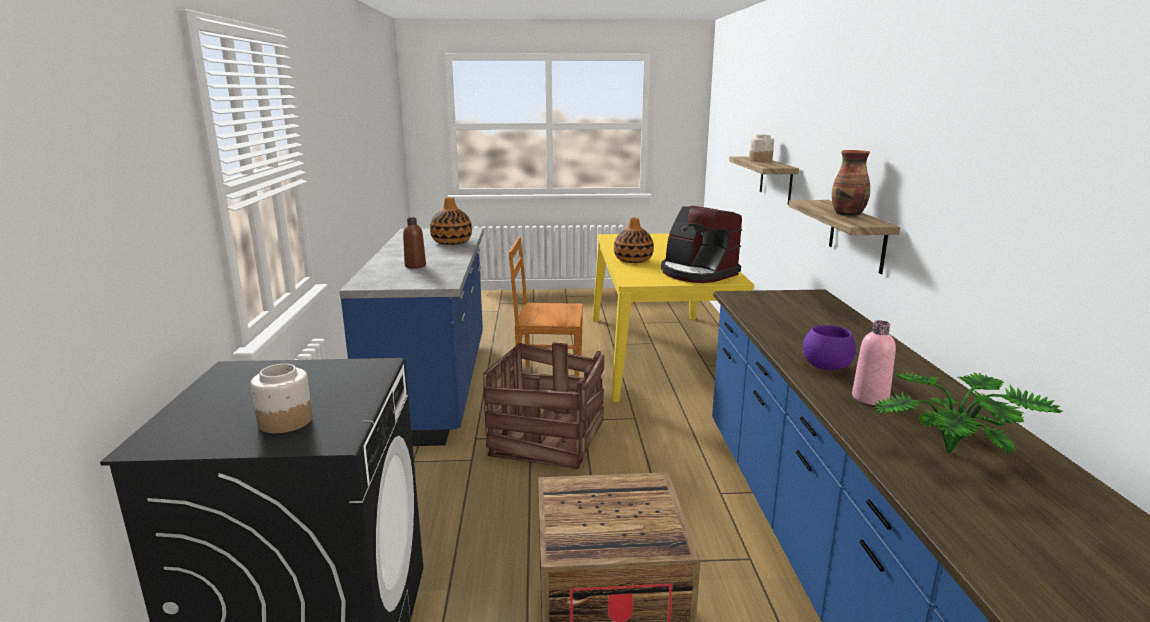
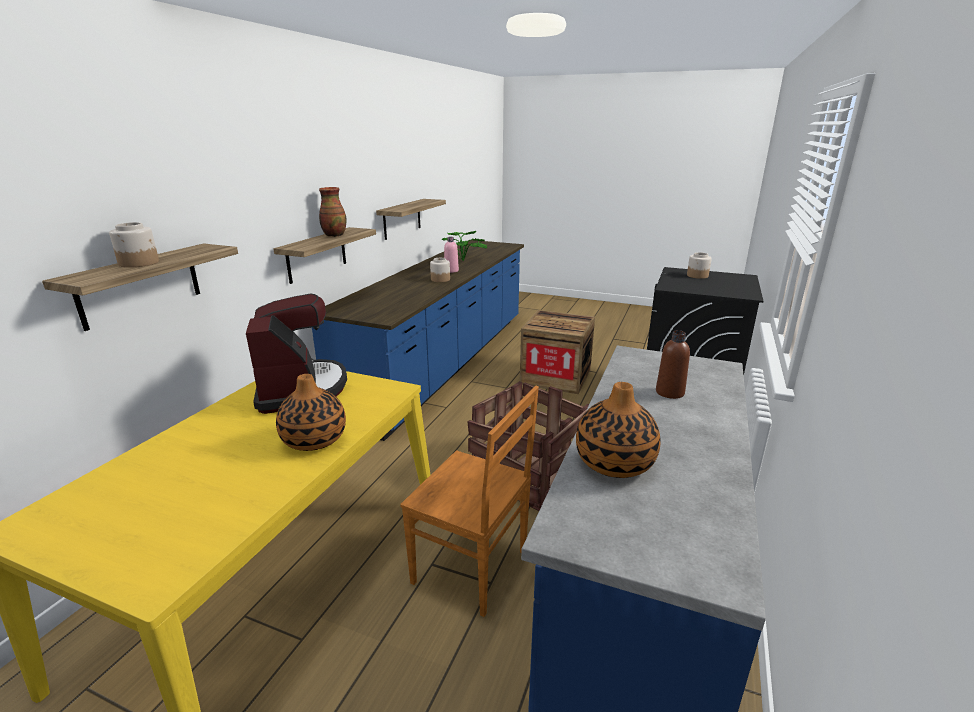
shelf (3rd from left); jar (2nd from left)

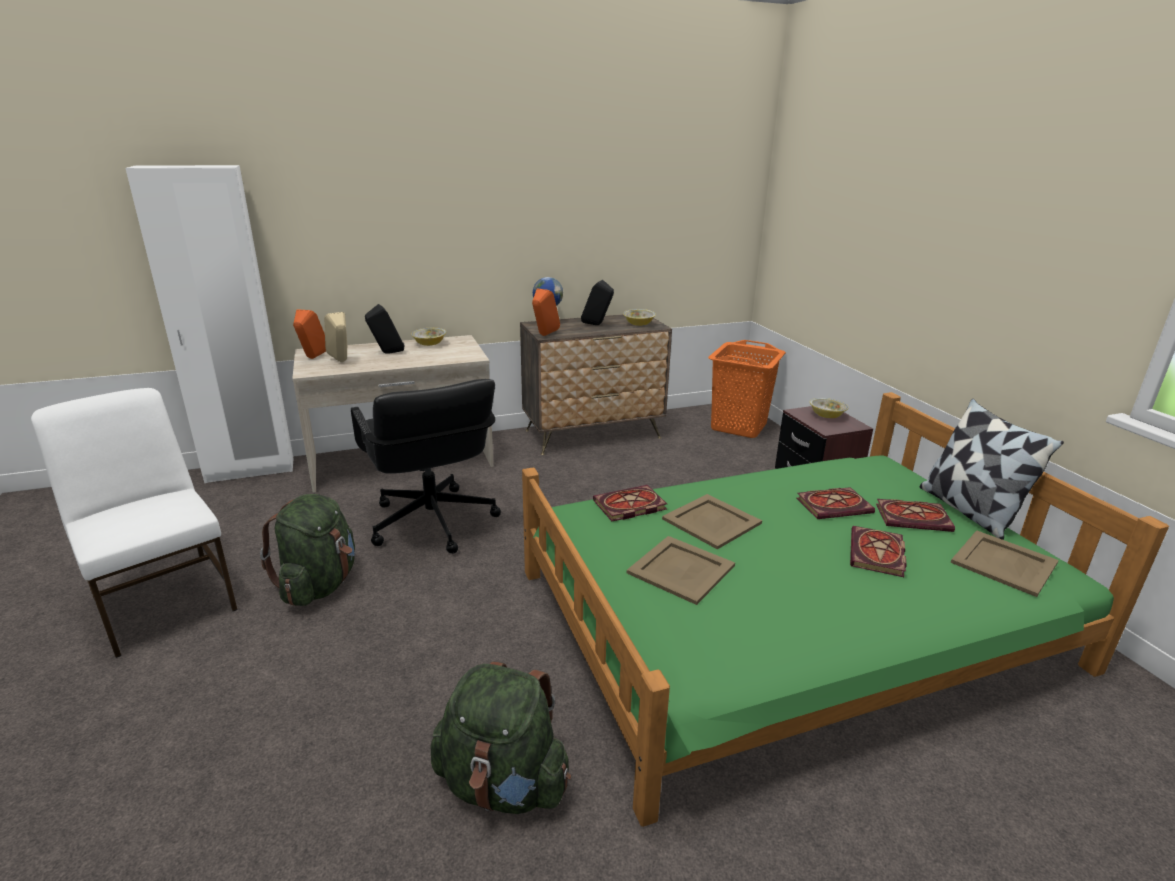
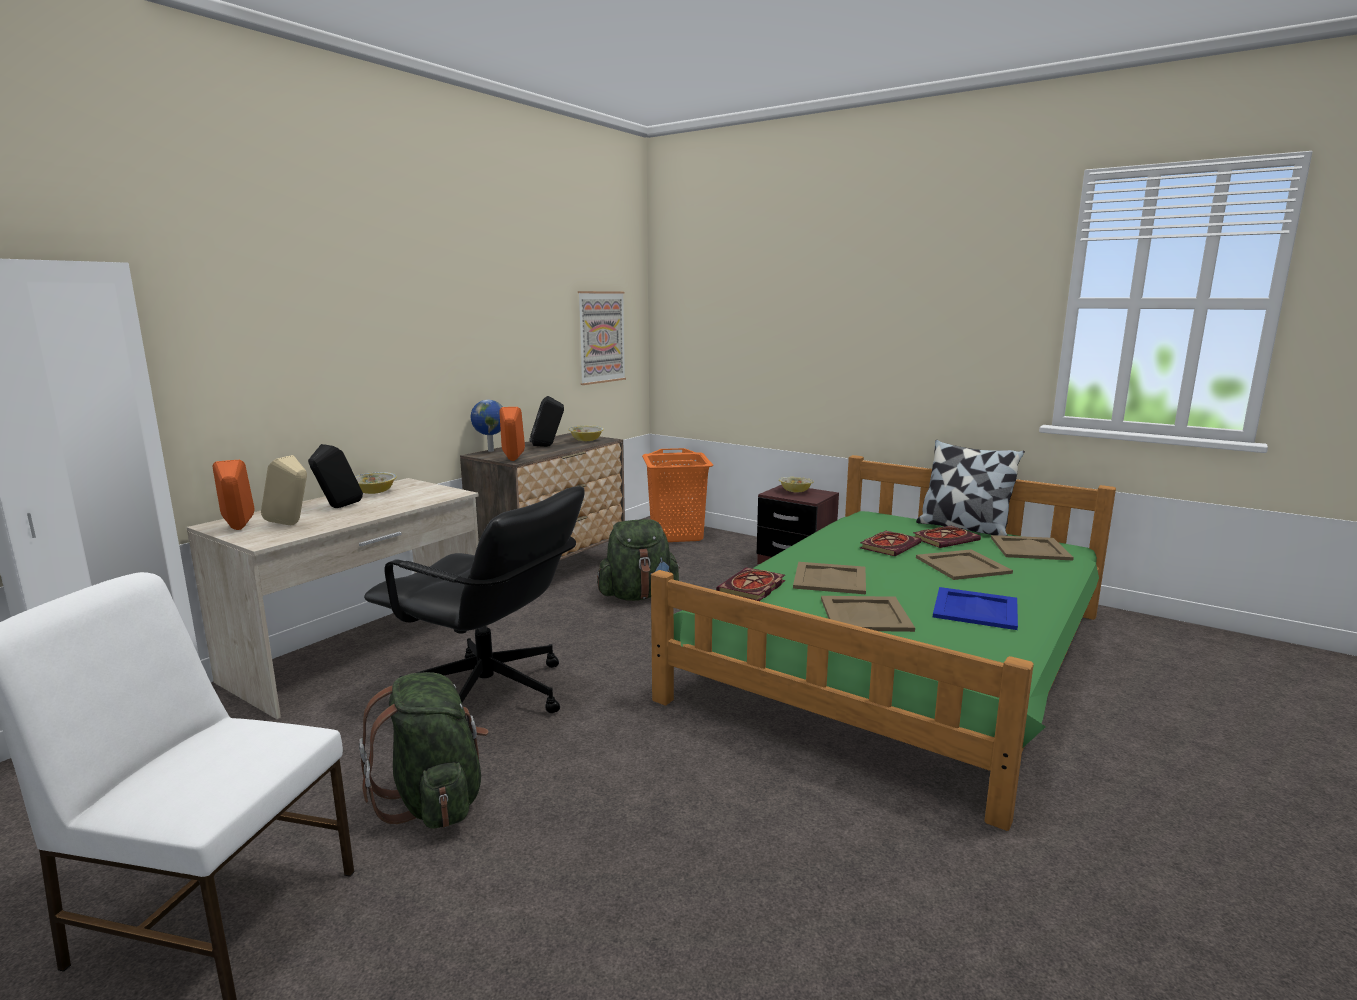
picture; blue tray; green backpack (2nd from left); beige tray (3rd from left)

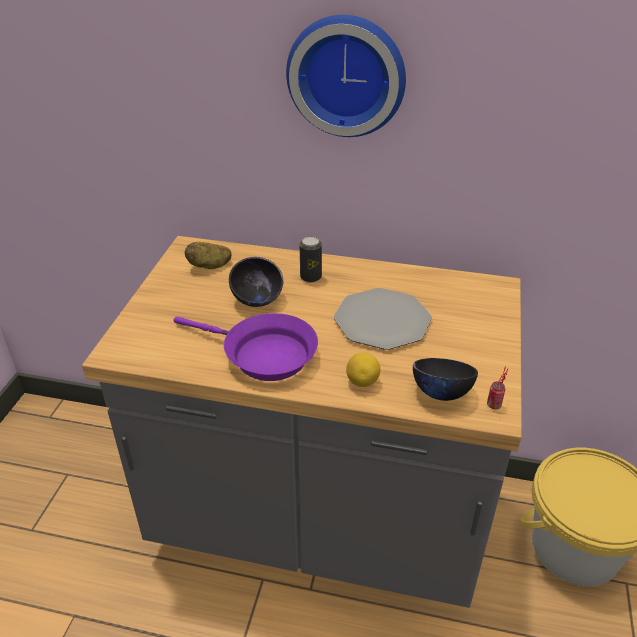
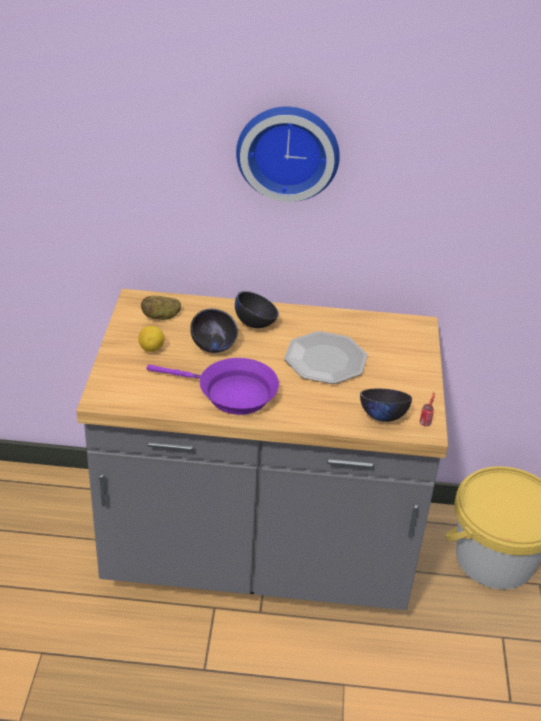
lemon; black bowl (2nd from left)

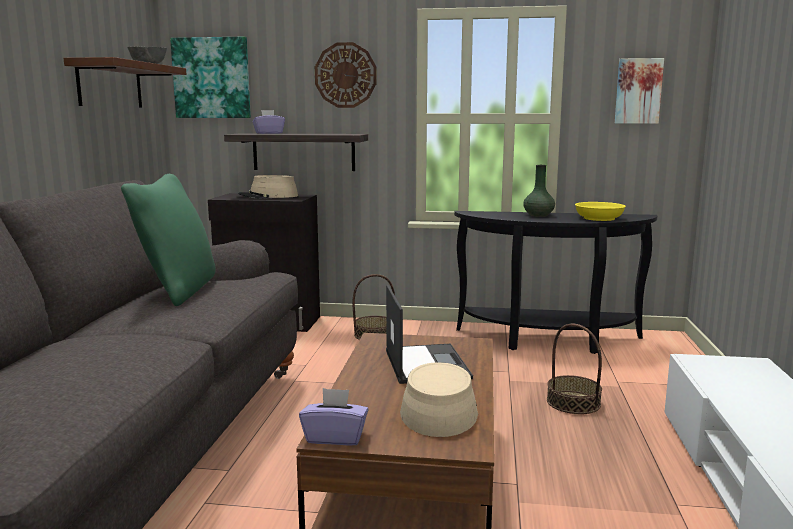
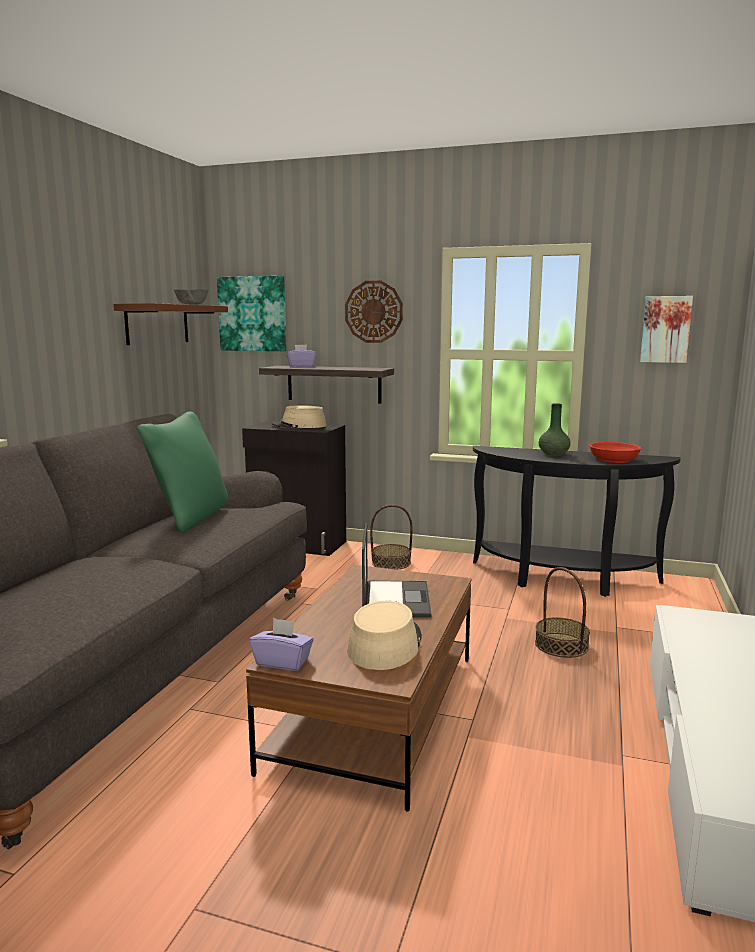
red bowl

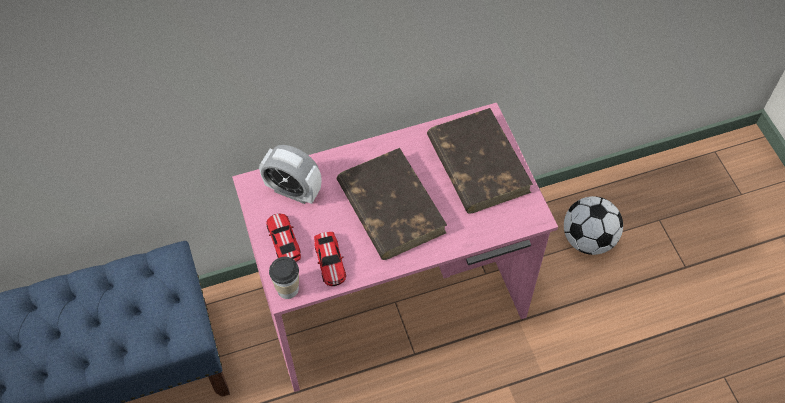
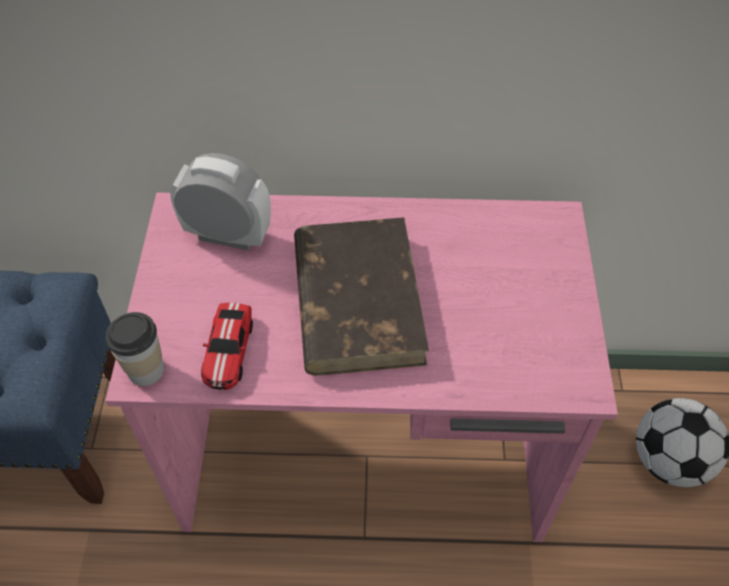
toy car (1st from left in the first image); brown book (2nd from left in the first image); alarm clock

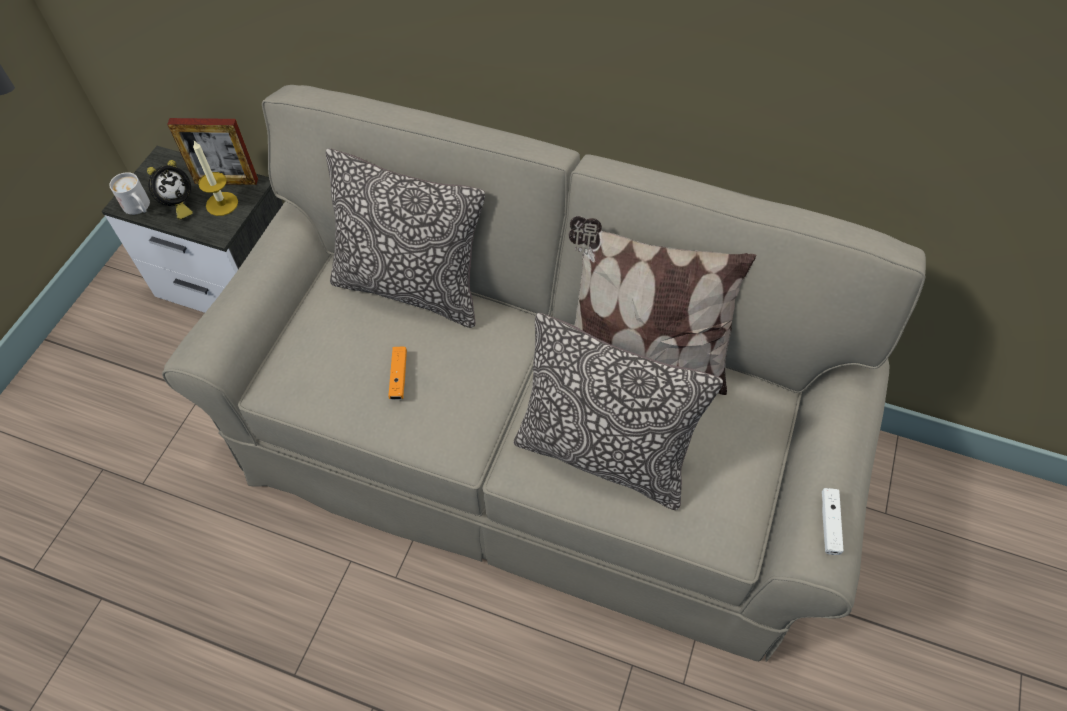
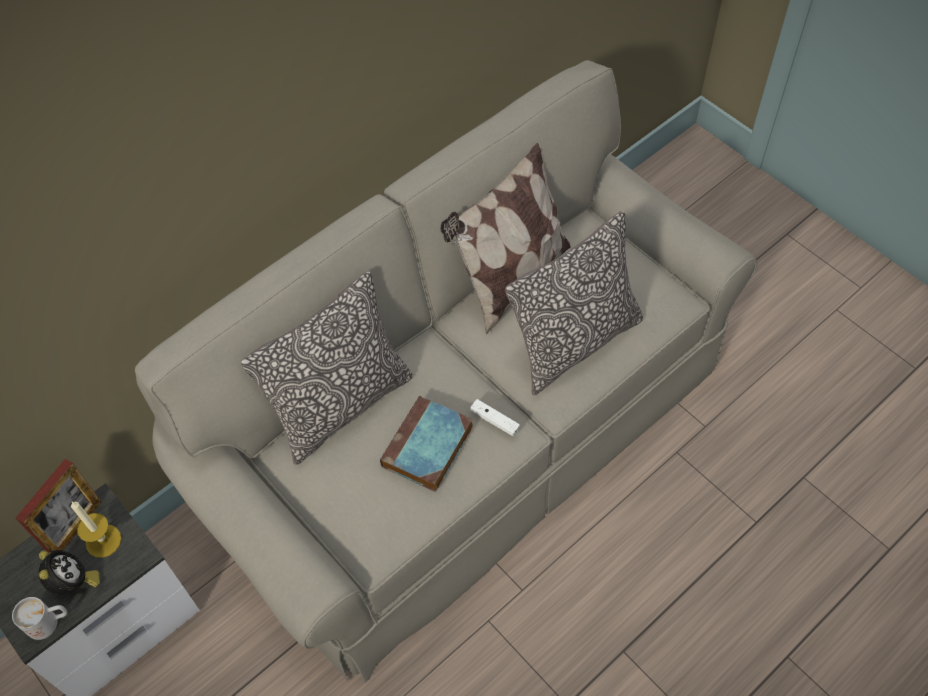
white game controller; book

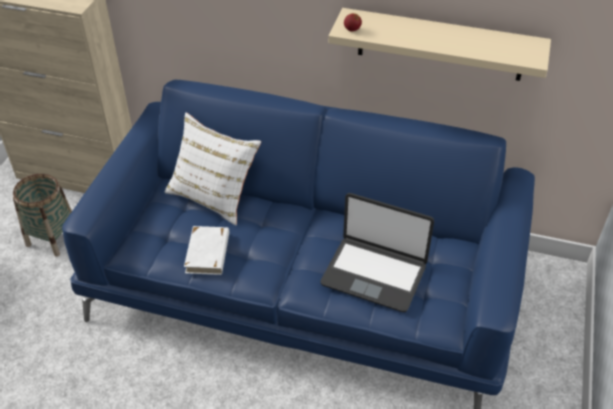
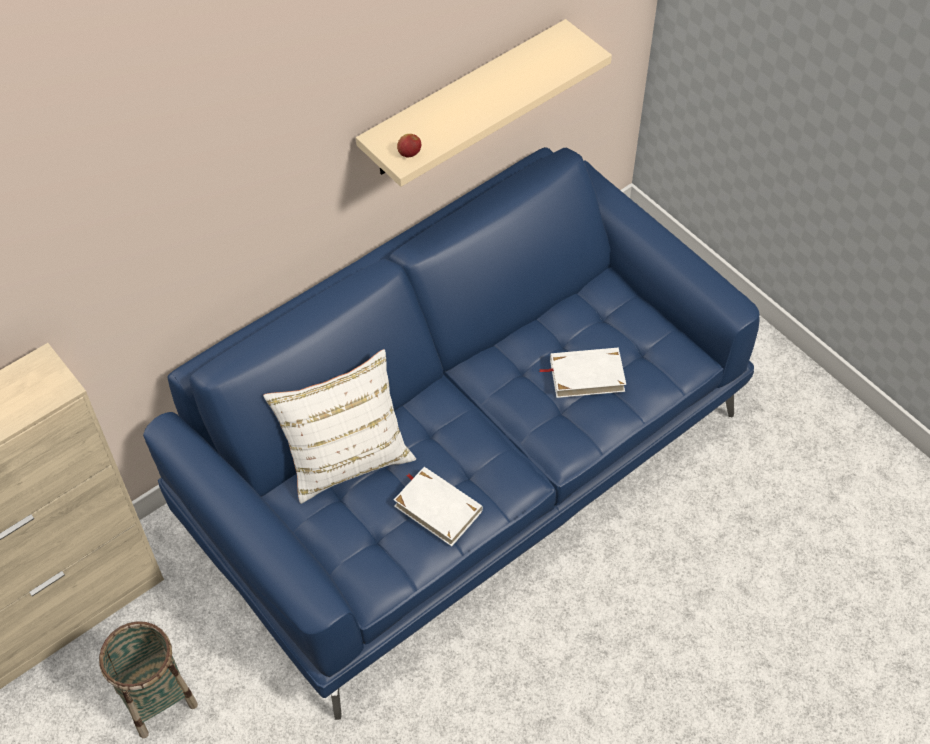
white book (2nd from left)

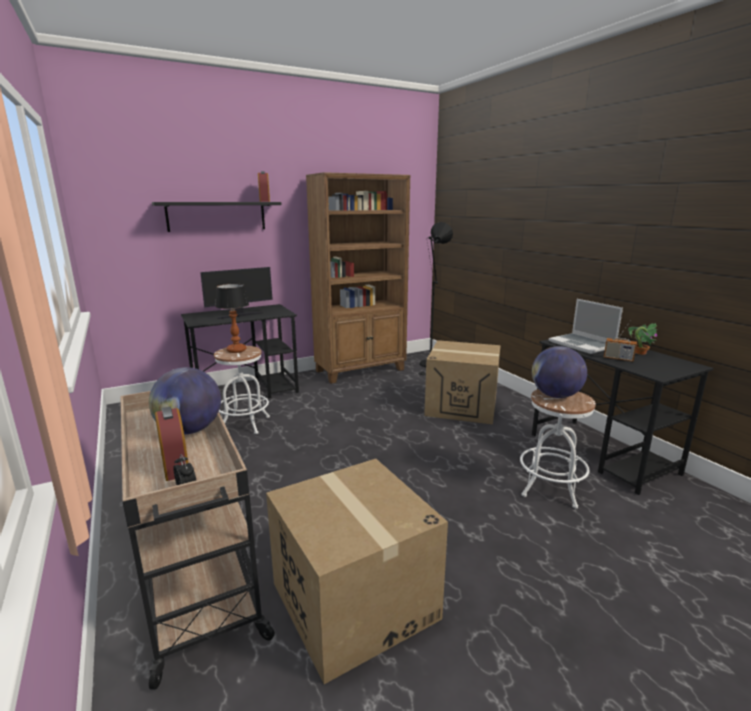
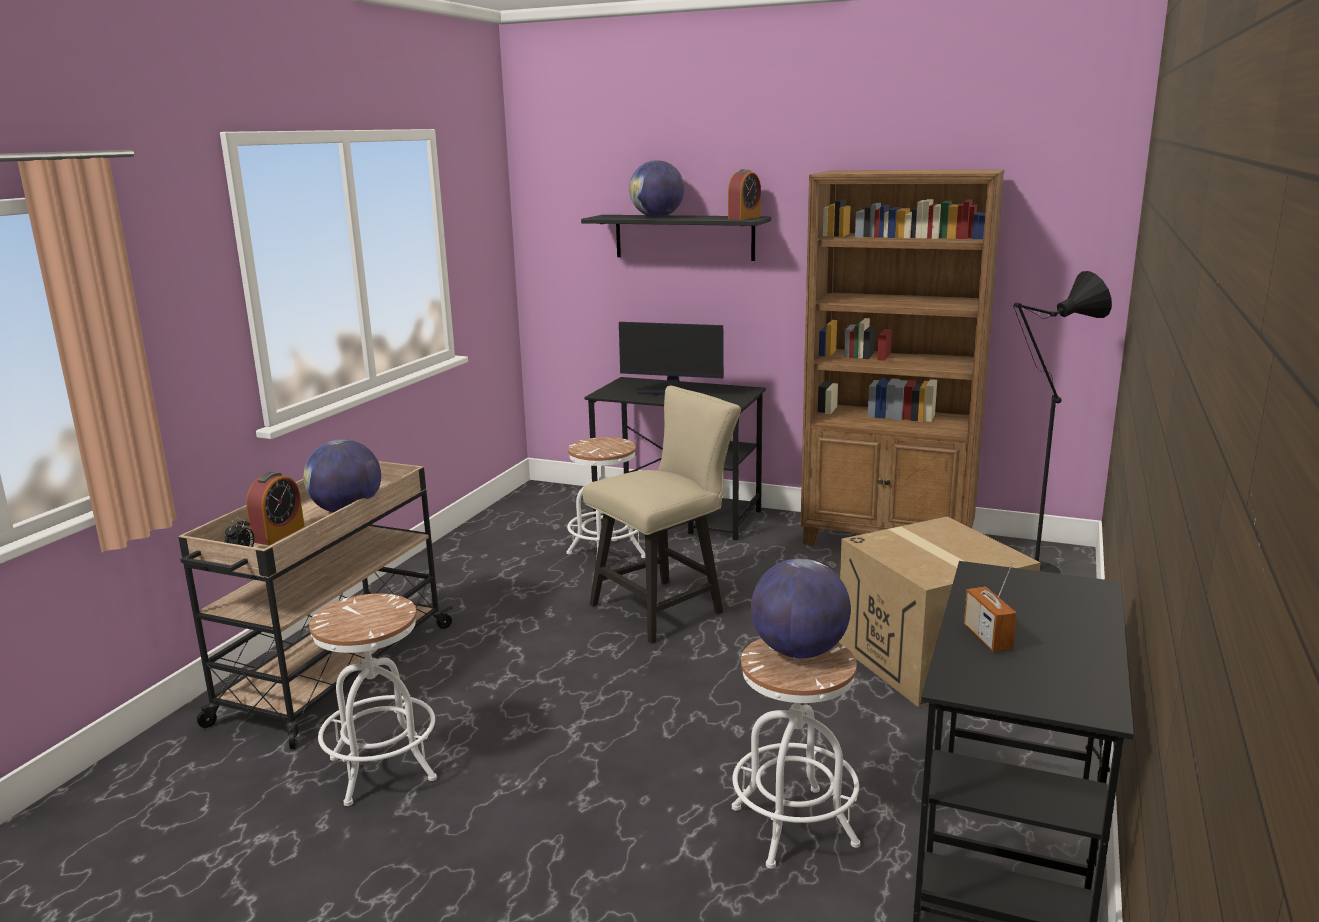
table lamp; laptop; potted plant; beige chair; globe (2nd from left); white stool (1st from left)

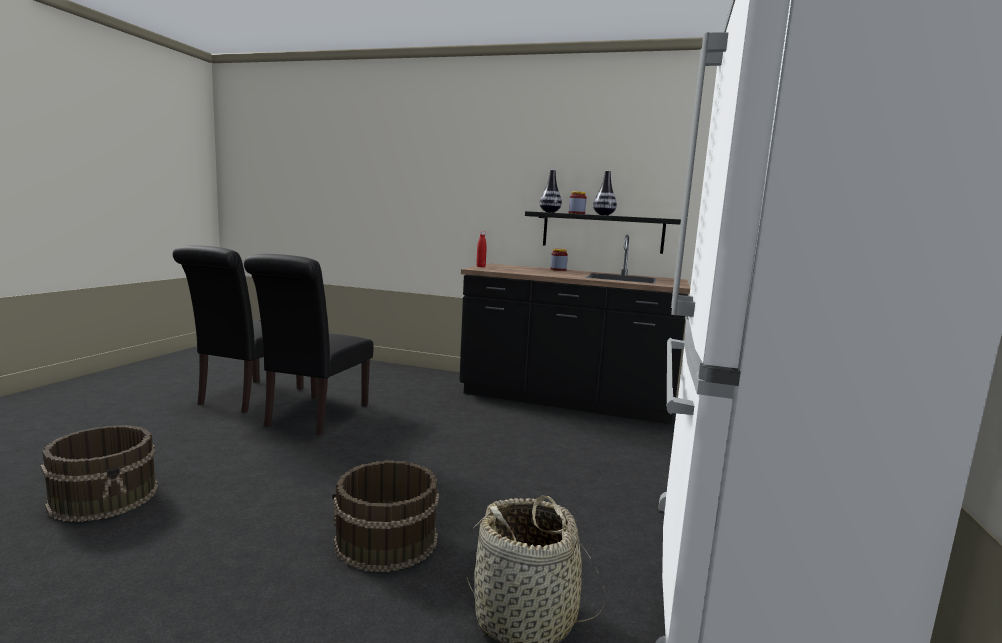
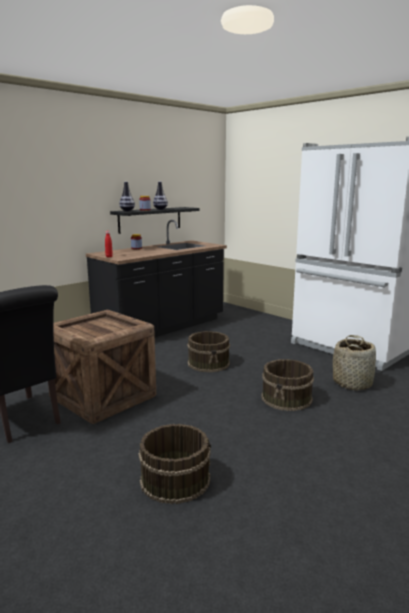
brown bucket (2nd from left); crate

